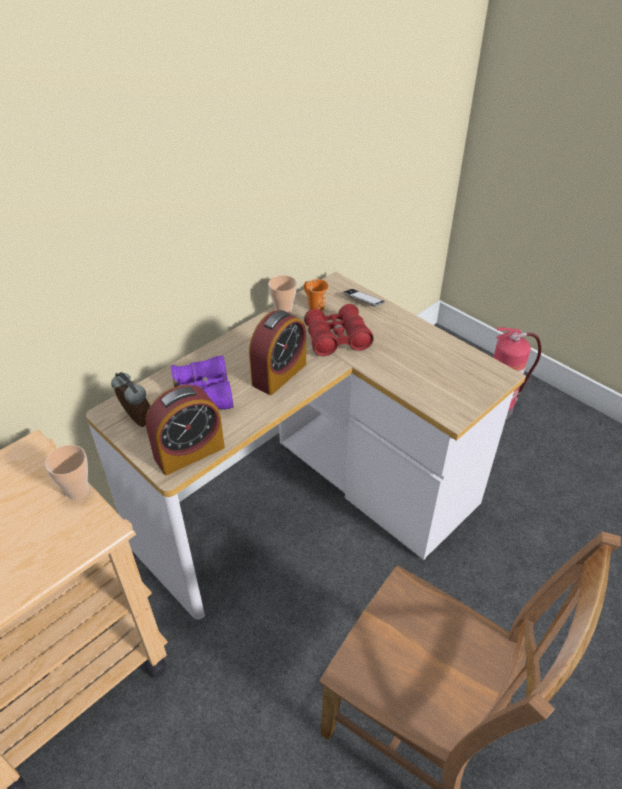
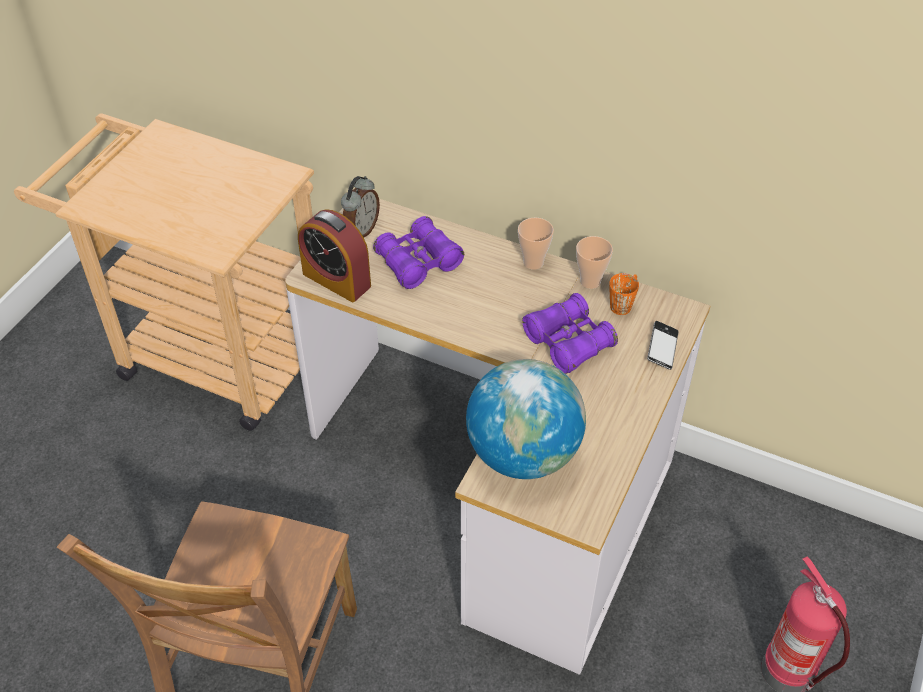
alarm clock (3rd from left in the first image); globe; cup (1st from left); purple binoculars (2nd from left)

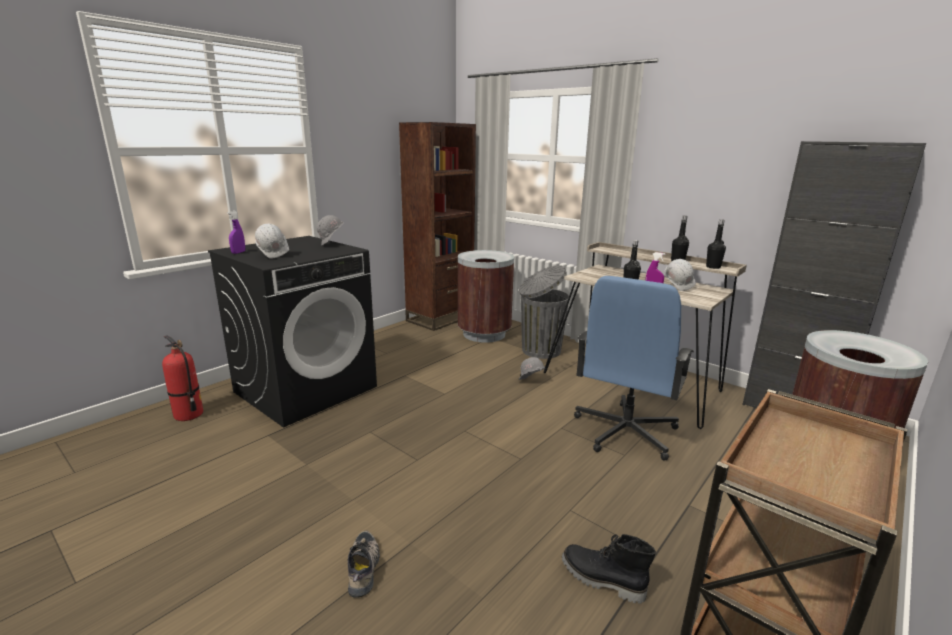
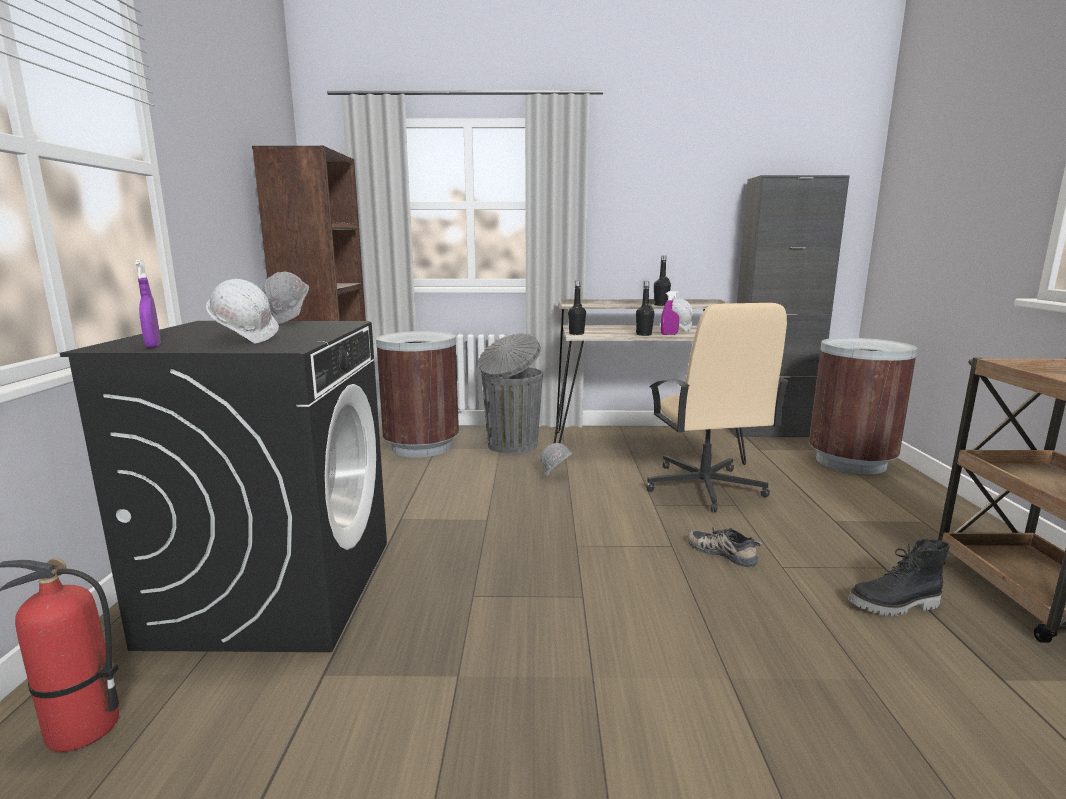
shoe; black bottle (1st from left); beige office chair

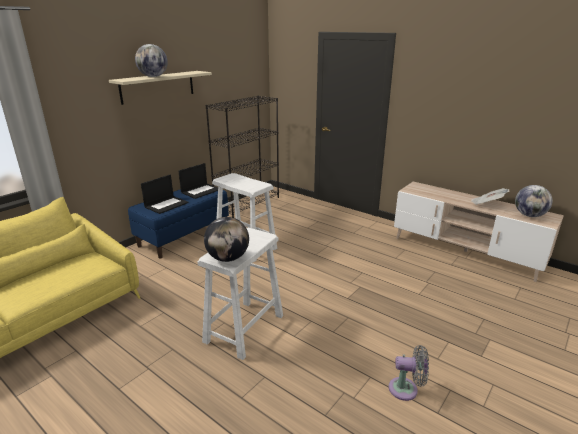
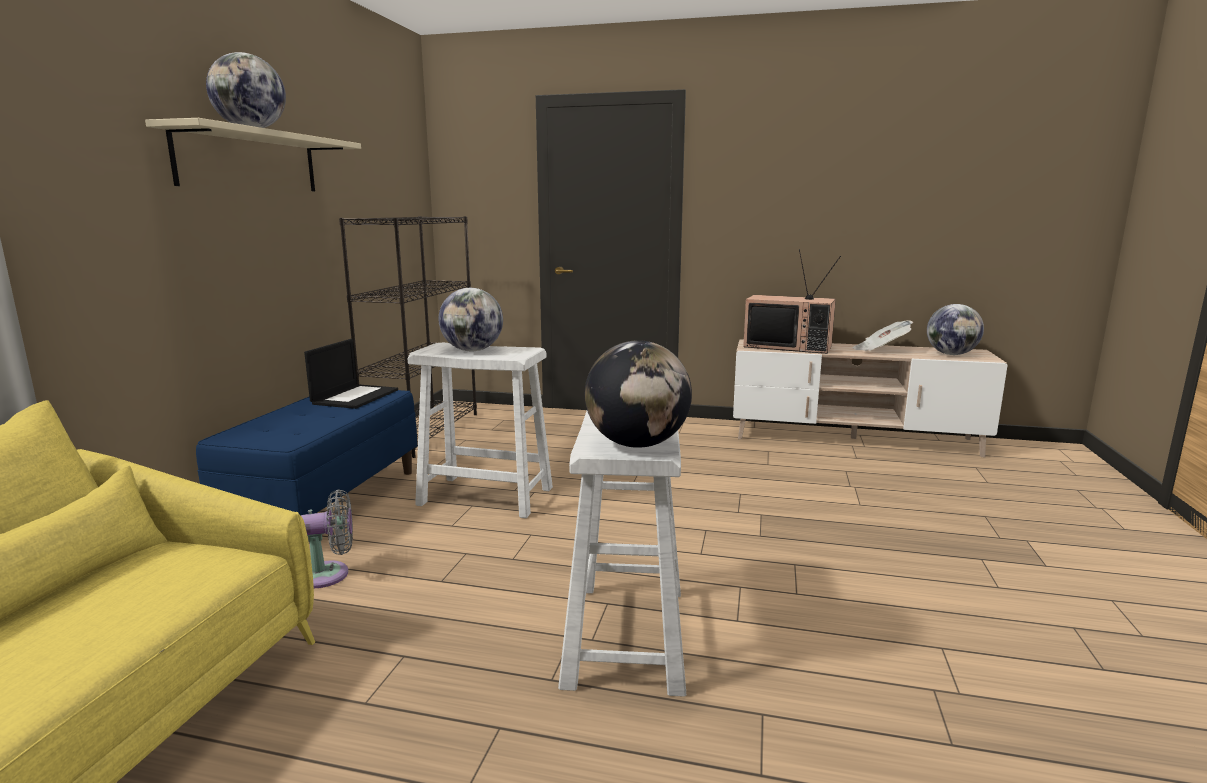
laptop (1st from left in the first image); globe (2nd from left); television; grey fan

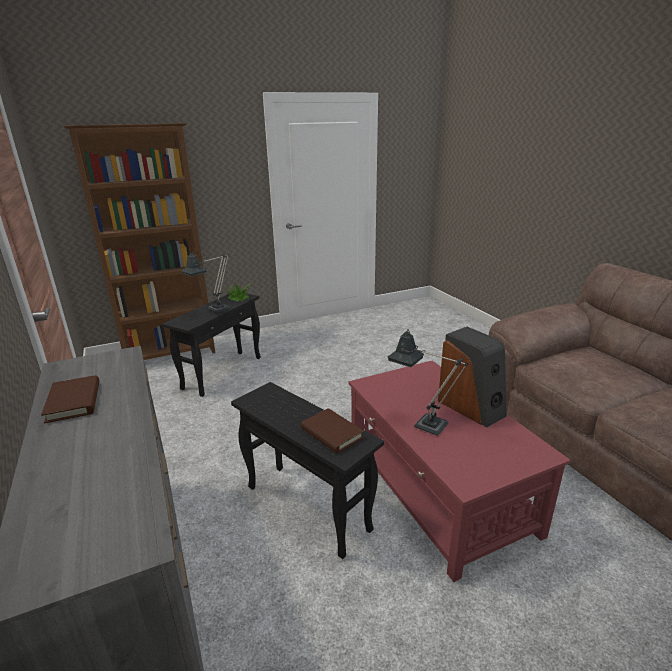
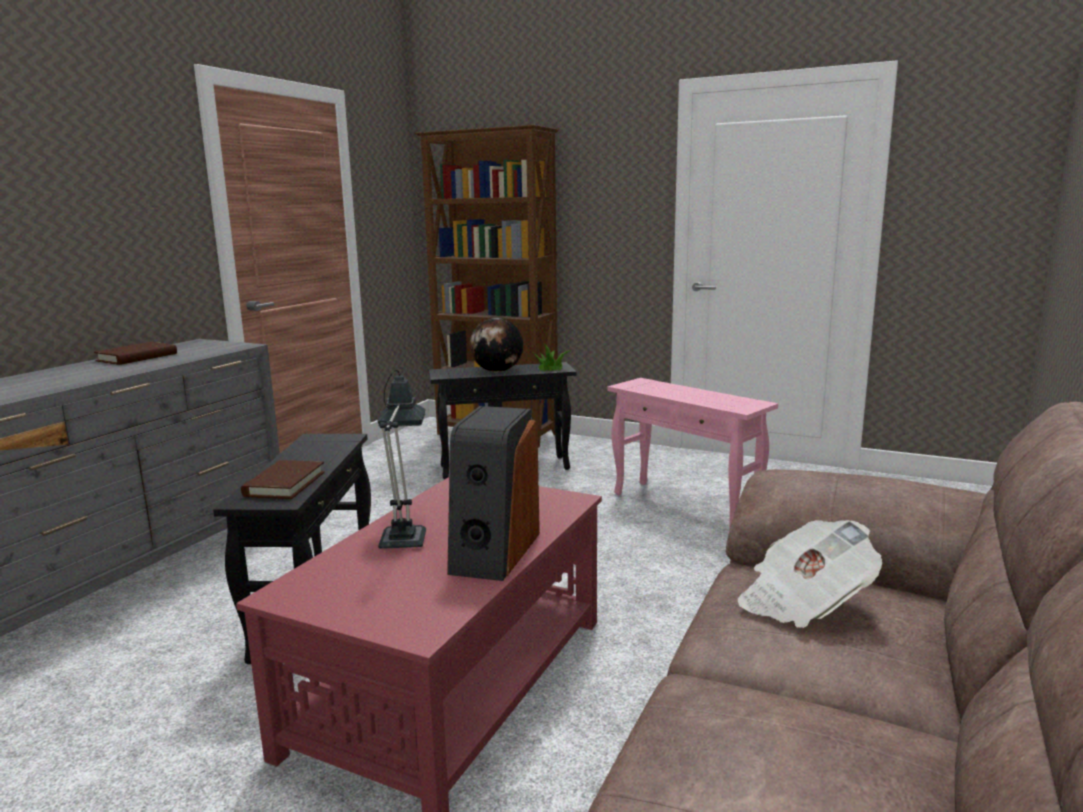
pink side table; newspaper; globe

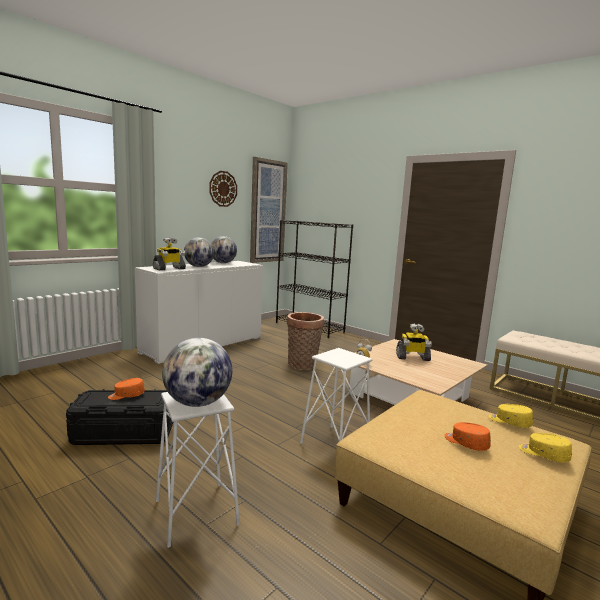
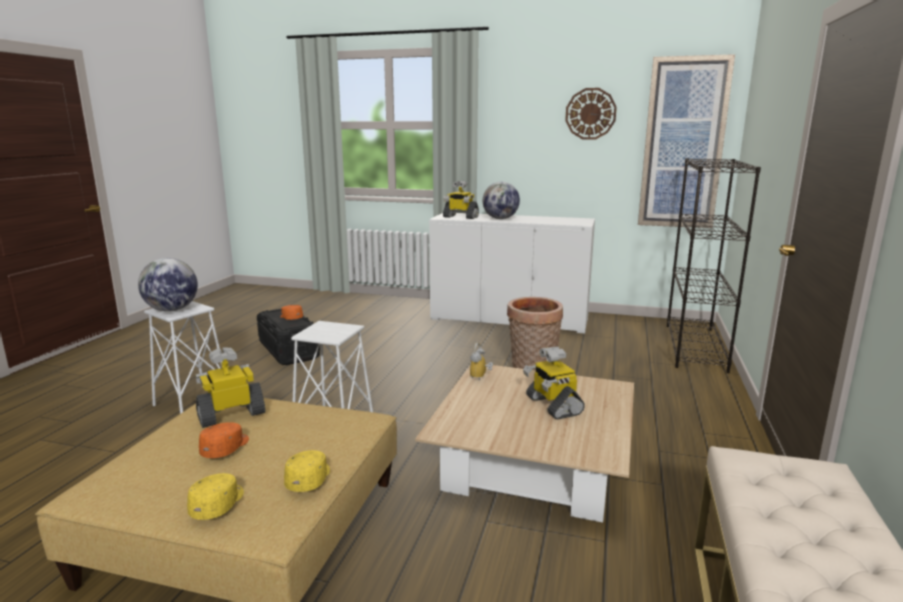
globe (3rd from left in the first image); toy robot (1st from left)

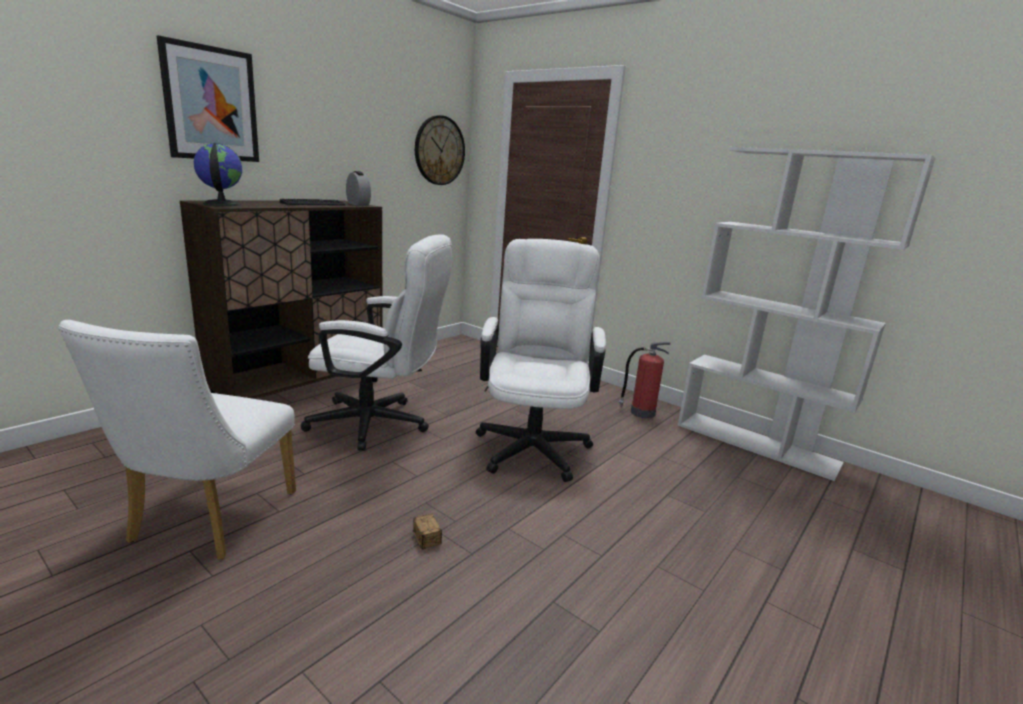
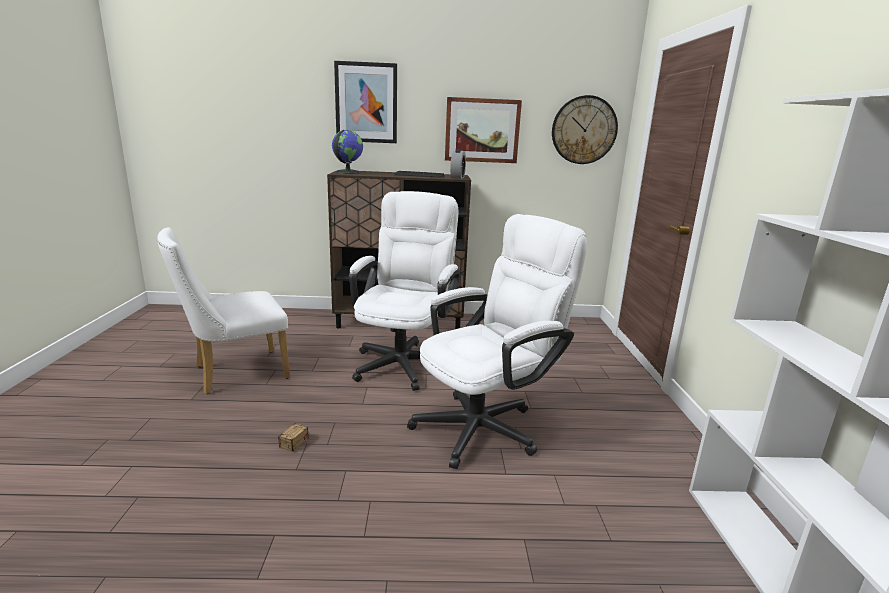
fire extinguisher; picture (2nd from left); white office chair (1st from left)

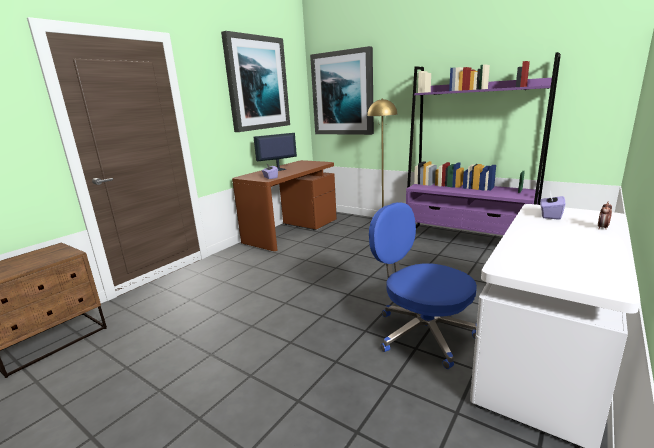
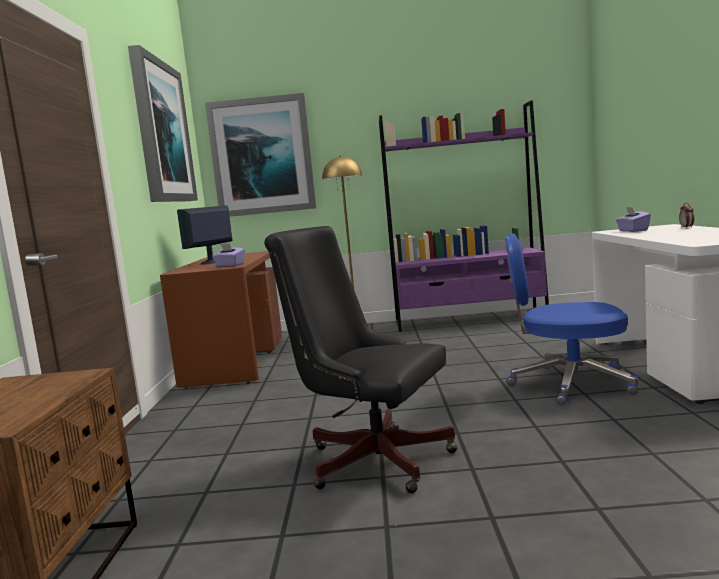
black office chair

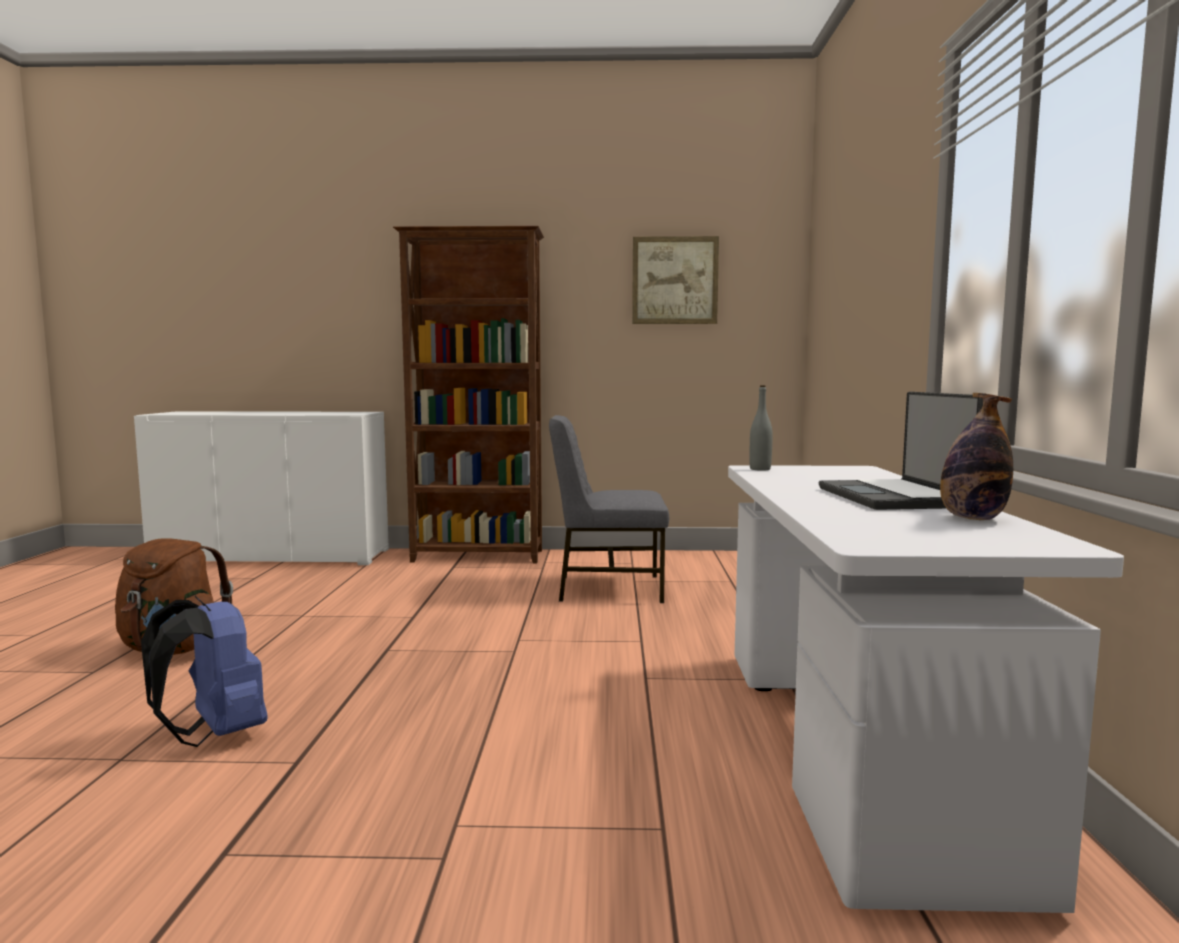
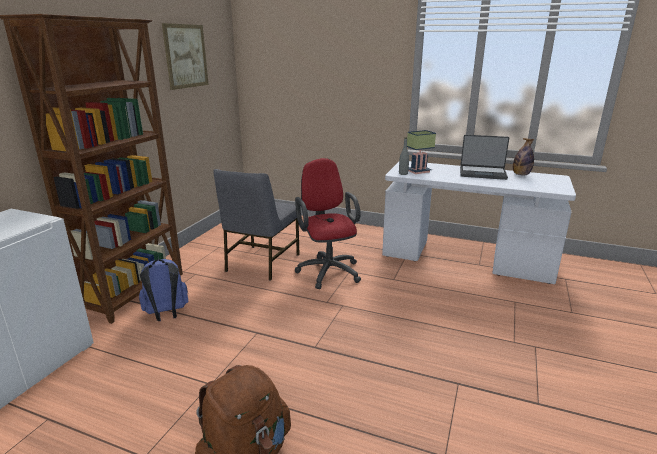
red office chair; table lamp; blue backpack

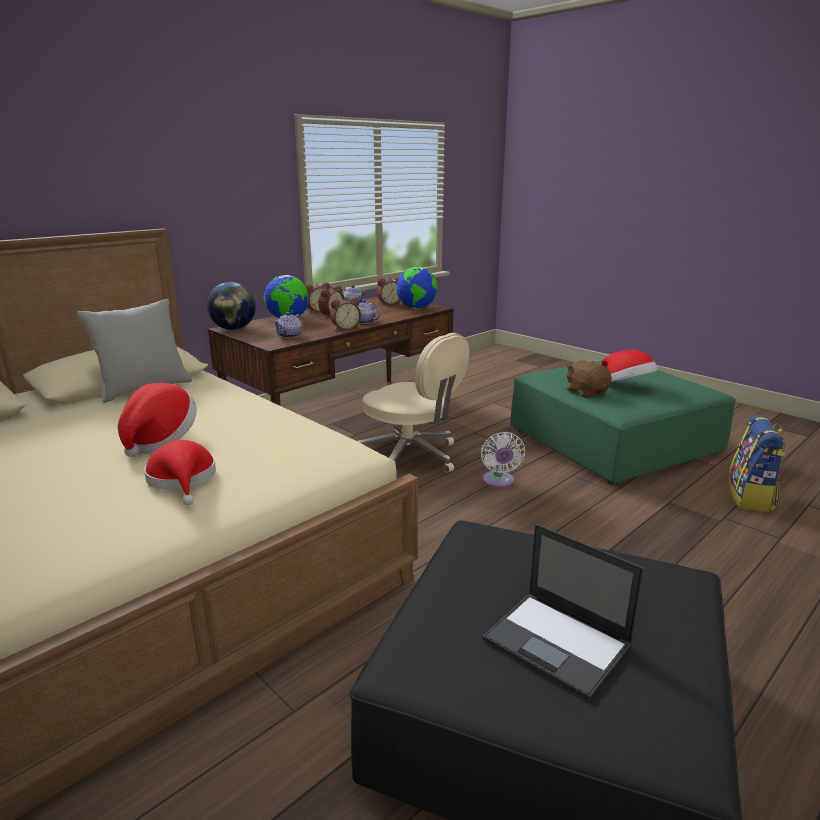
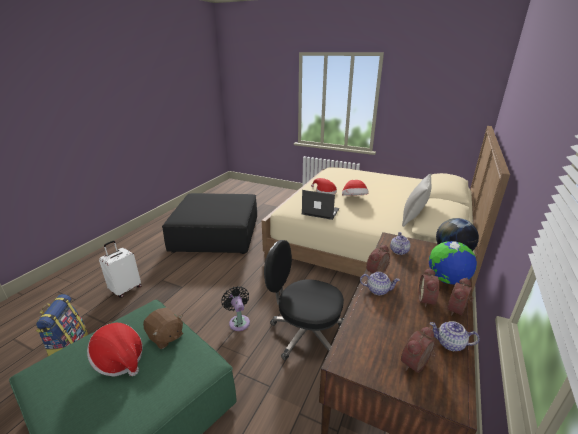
globe (3rd from left in the first image); white suitcase; laptop; black office chair; black fan

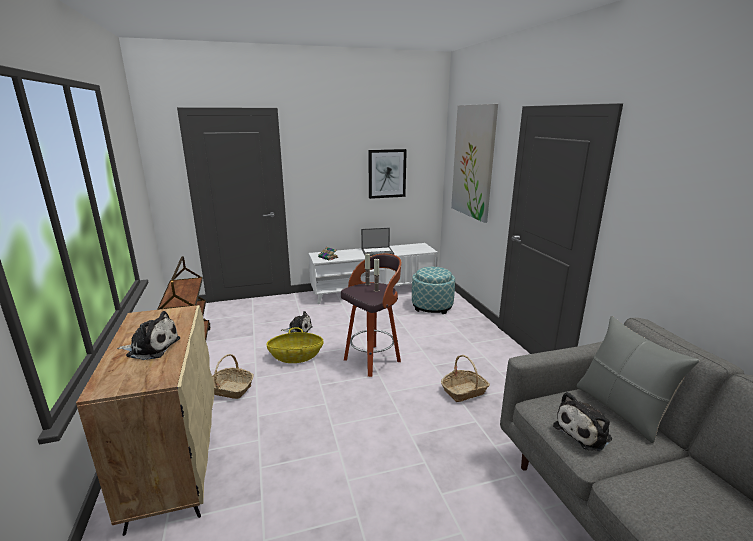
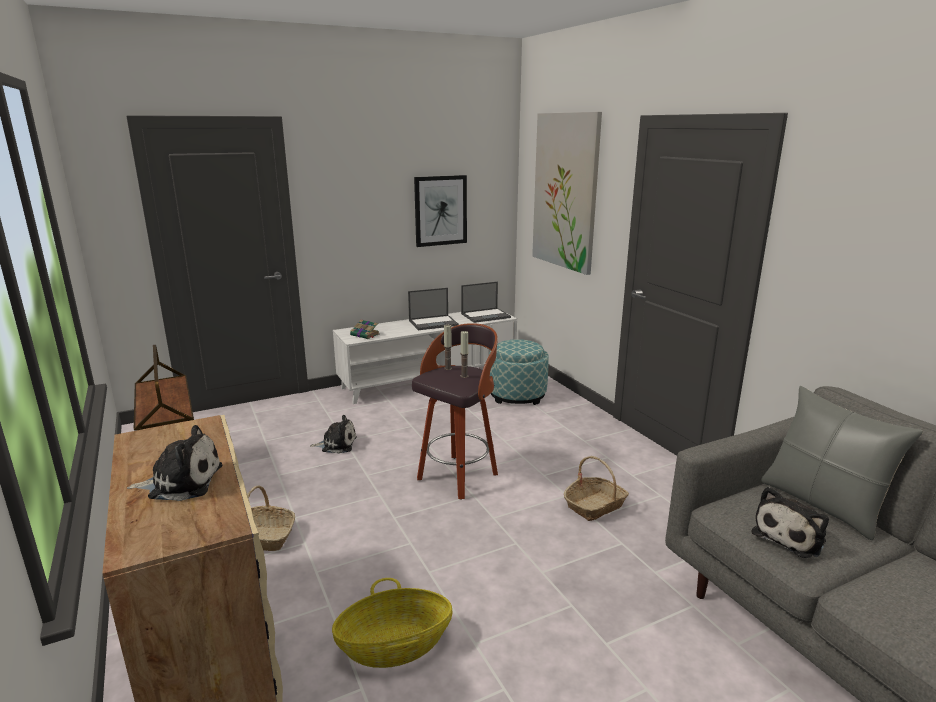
laptop (2nd from left); basket (2nd from left)

